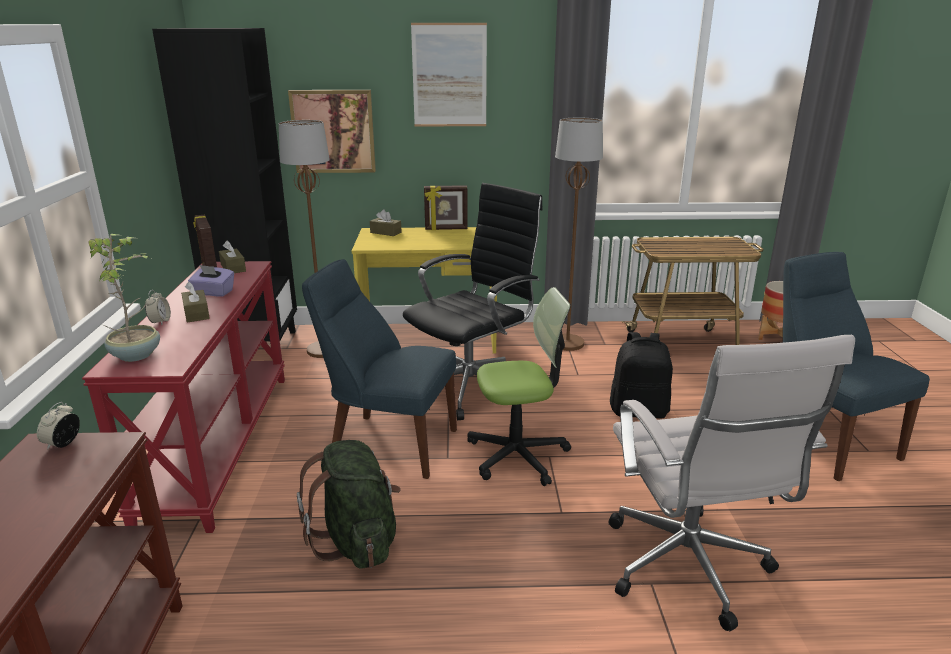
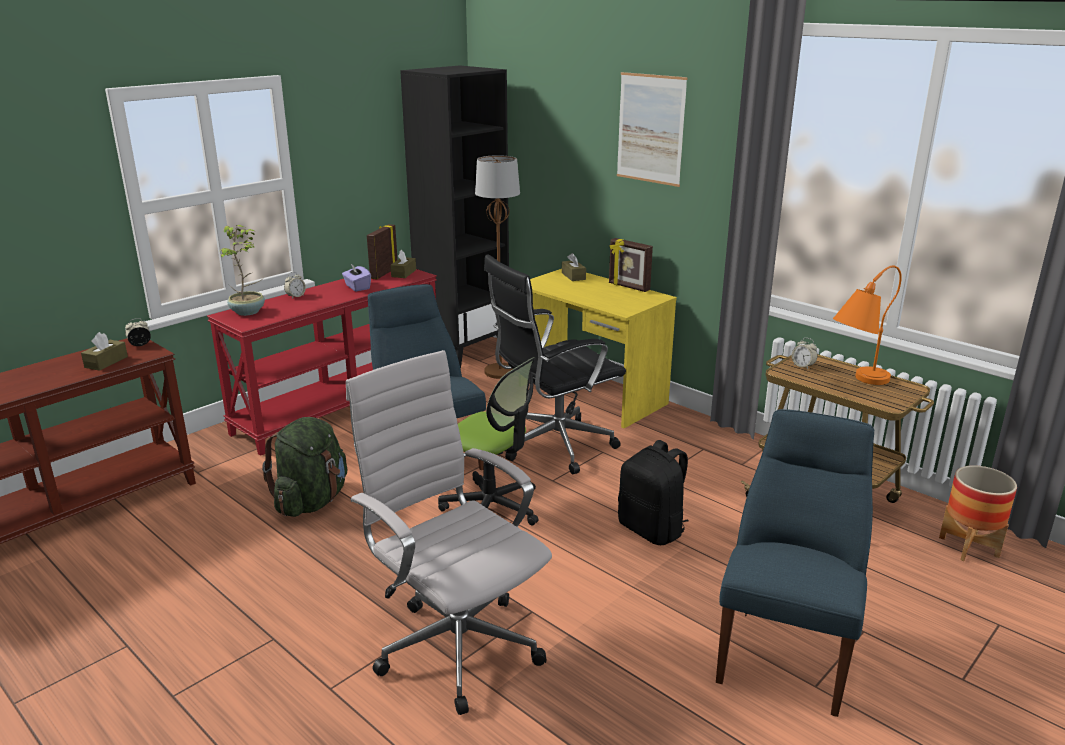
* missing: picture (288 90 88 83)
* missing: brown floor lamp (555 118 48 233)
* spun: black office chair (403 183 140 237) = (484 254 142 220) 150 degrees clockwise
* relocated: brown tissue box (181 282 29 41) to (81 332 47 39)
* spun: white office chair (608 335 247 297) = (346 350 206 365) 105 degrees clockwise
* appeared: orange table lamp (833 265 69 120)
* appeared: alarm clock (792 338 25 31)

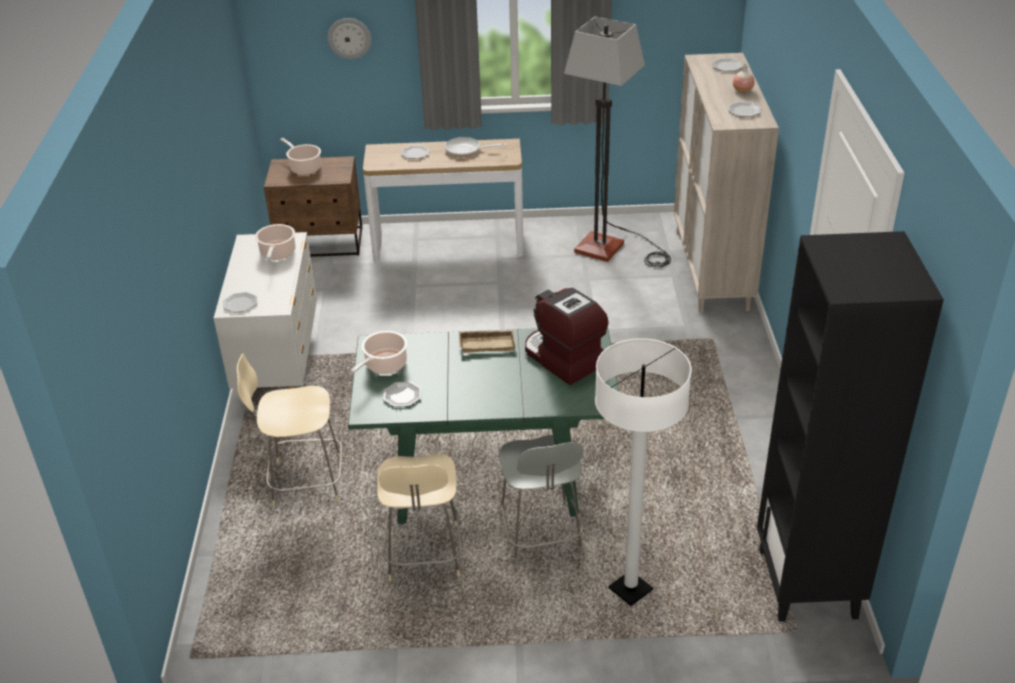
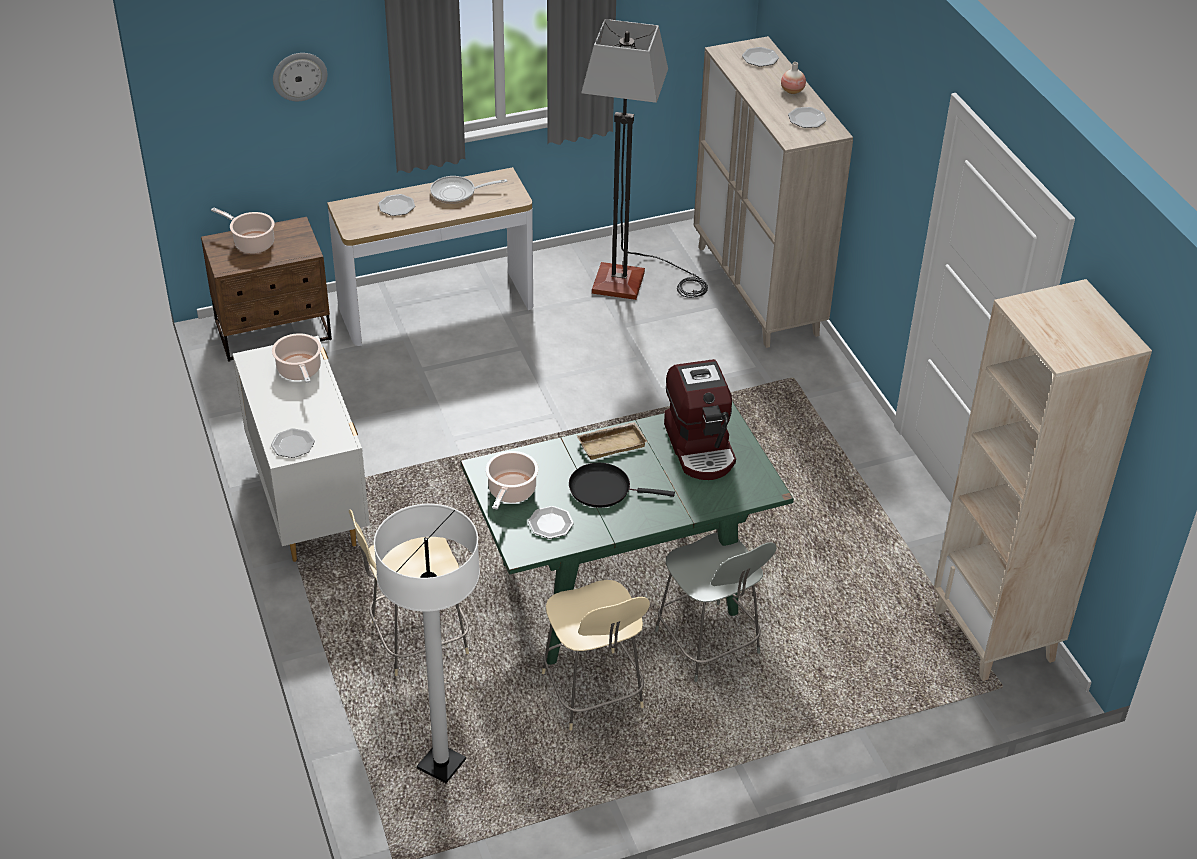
* colour: black bookcase (757 231 187 391) to beige bookcase (934 279 218 402)
* spun: coffee machine (525 288 84 97) = (664 359 72 121) 135 degrees counterclockwise
* relocated: white floor lamp (595 338 97 268) to (374 504 106 279)
* appeared: black frying pan (569 463 106 45)

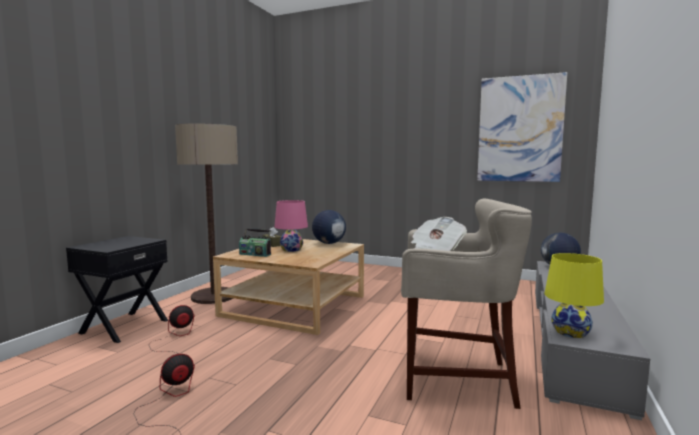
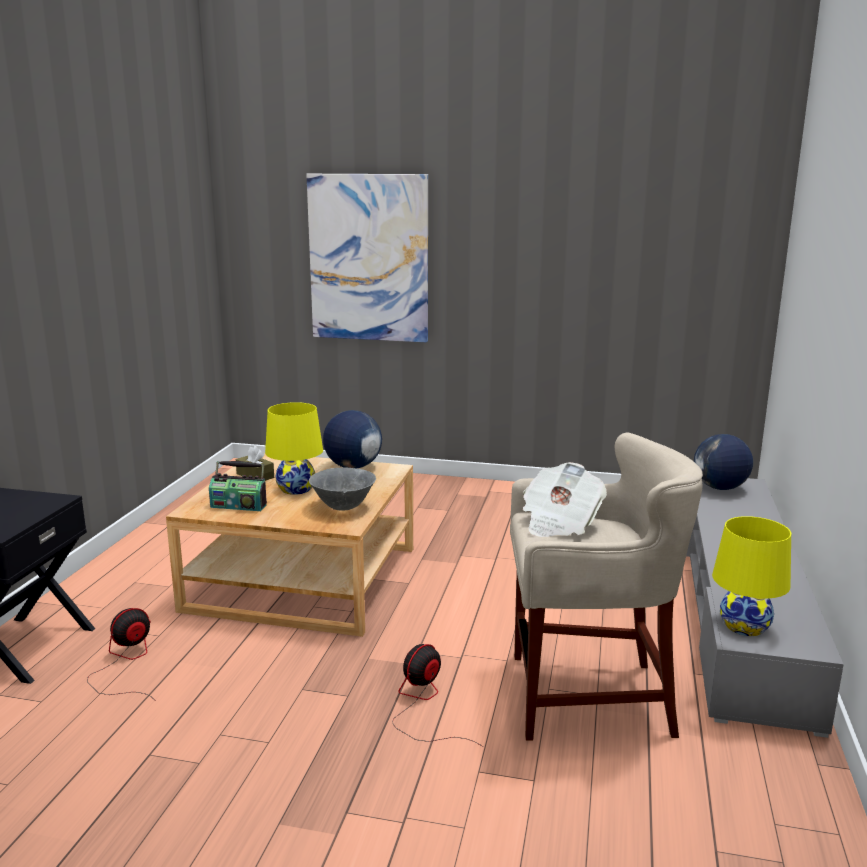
* relocated: picture (477 72 90 110) to (306 174 122 168)
* missing: floor lamp (175 123 63 181)
* colour: pink table lamp (274 200 34 52) to yellow table lamp (265 402 58 93)
* relocated: fan (134 354 61 80) to (392 644 90 102)
* appeared: grey bowl (309 467 67 44)

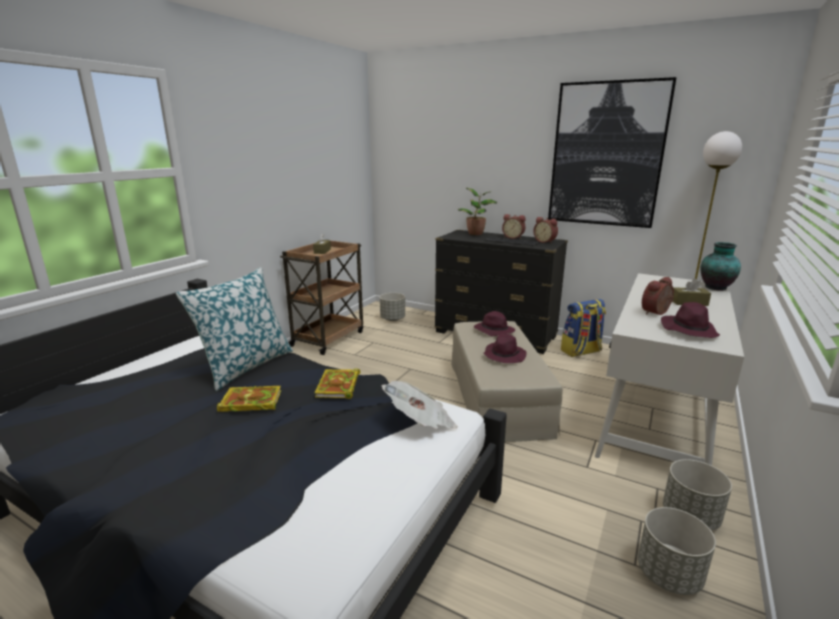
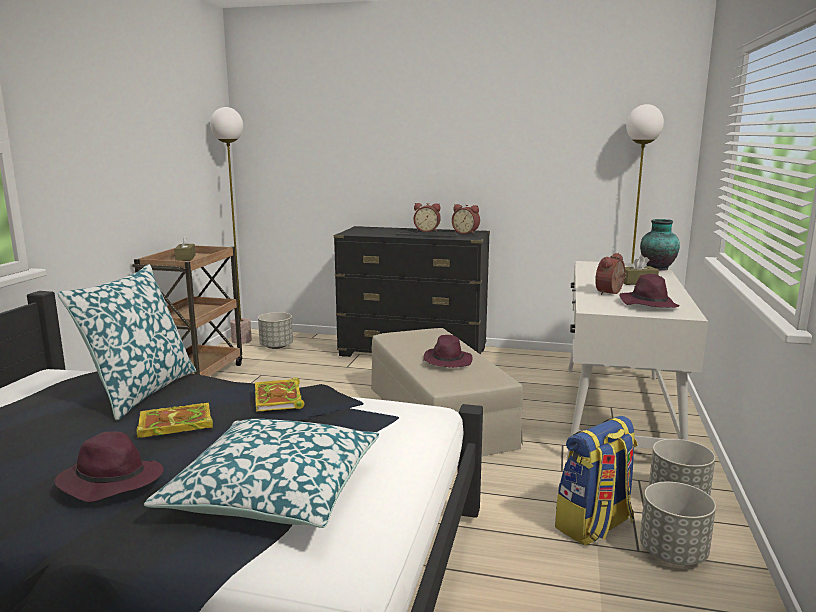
* missing: picture (548 77 128 151)
* missing: potted plant (457 188 40 47)
* relocated: backpack (561 299 45 58) to (555 416 83 130)
* relocated: purple hat (474 311 41 25) to (54 431 110 71)
* missing: newspaper (382 381 76 48)
* appeared: floor lamp (210 107 42 237)
* appeared: pillow (144 419 235 109)

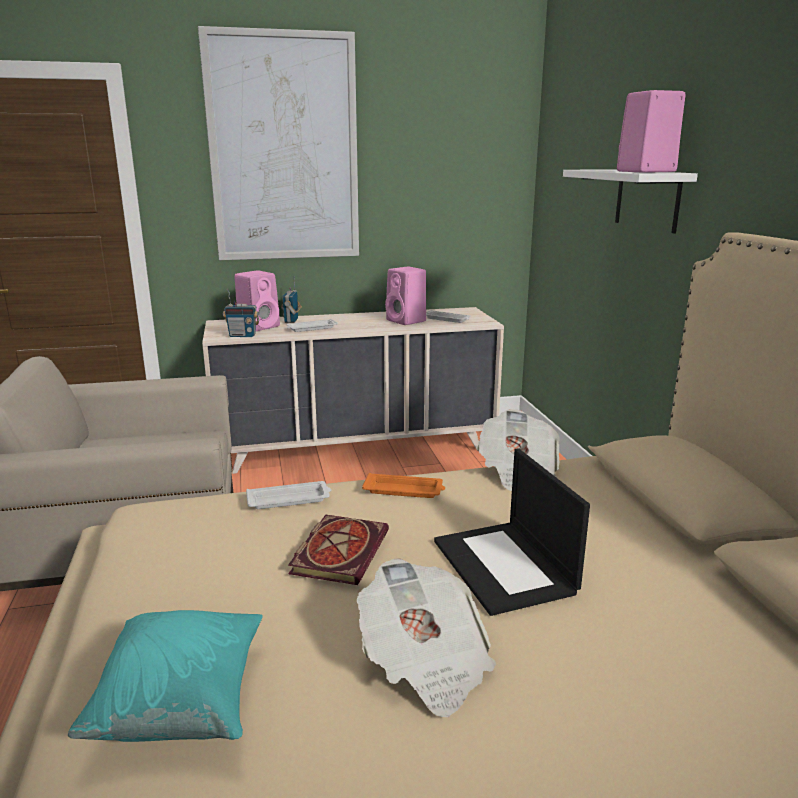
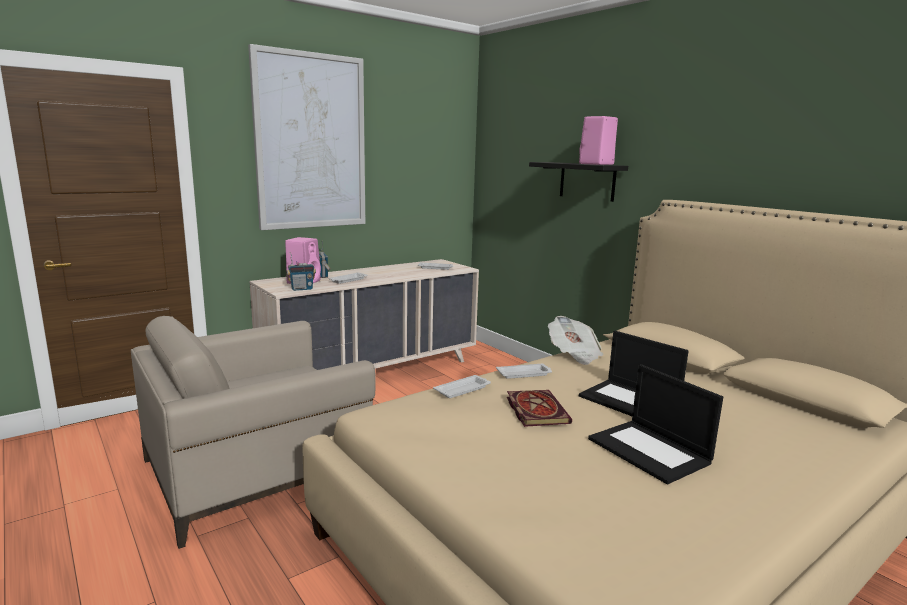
* colour: white shelf (563 169 135 65) to black shelf (529 162 99 40)
* missing: pink speaker (385 266 41 59)
* colour: orange tray (362 473 83 25) to white tray (496 364 56 15)
* exchanged: newspaper (357 558 139 160) to laptop (588 364 135 120)
* missing: turquoise pillow (68 610 195 132)

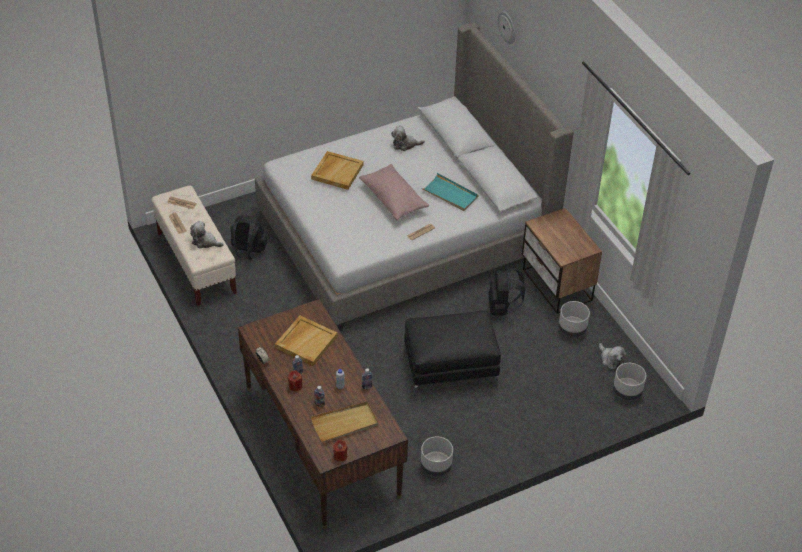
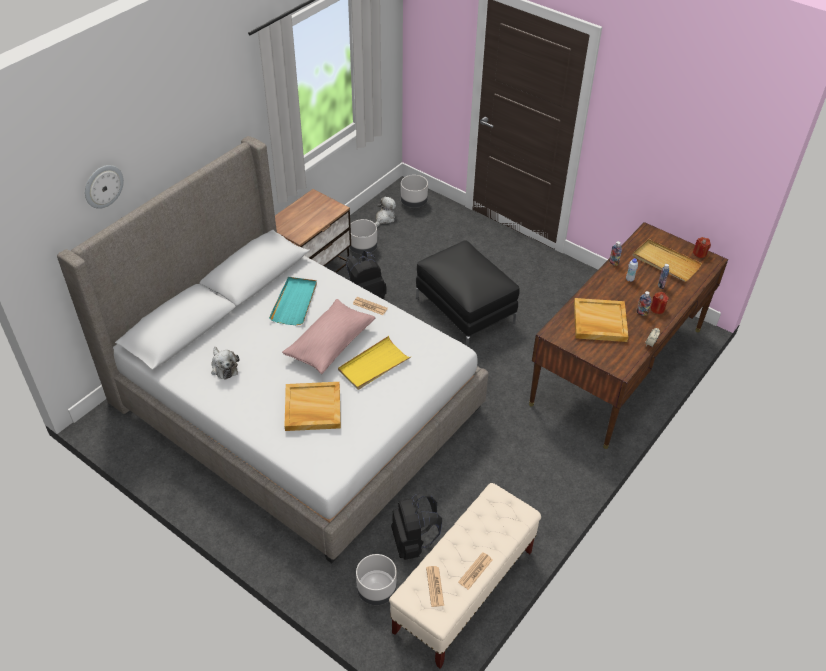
* missing: plush toy (190 221 34 27)
* relocated: grey planter (421 436 32 40) to (356 554 41 51)
* appeared: yellow tray (338 336 73 54)

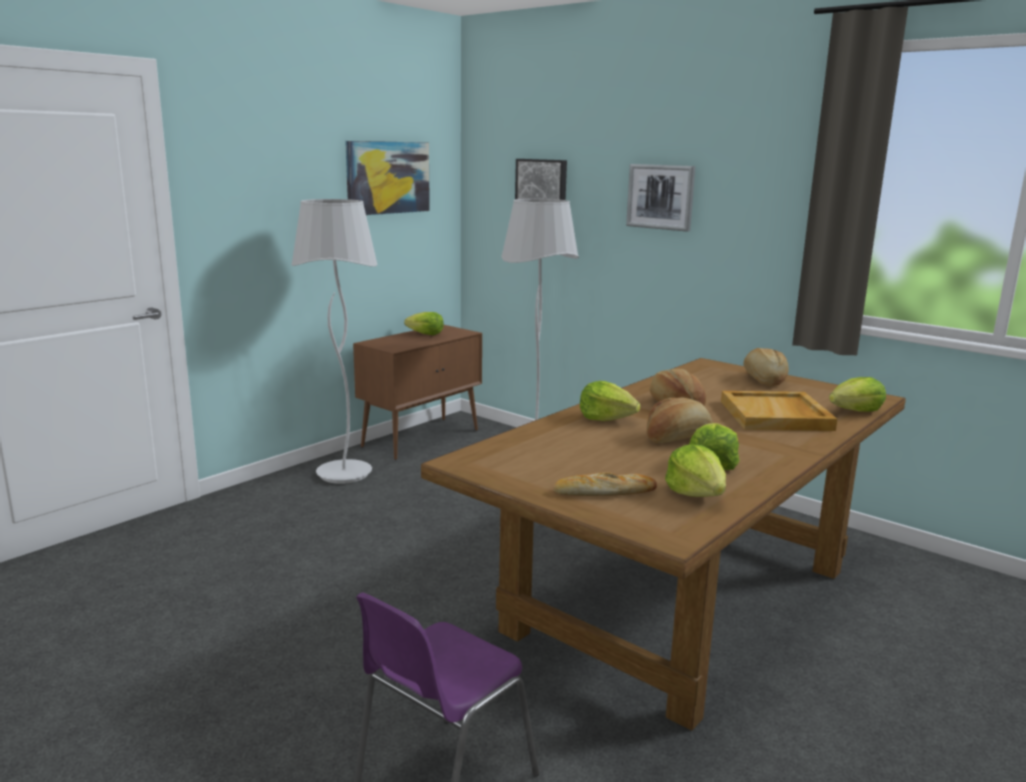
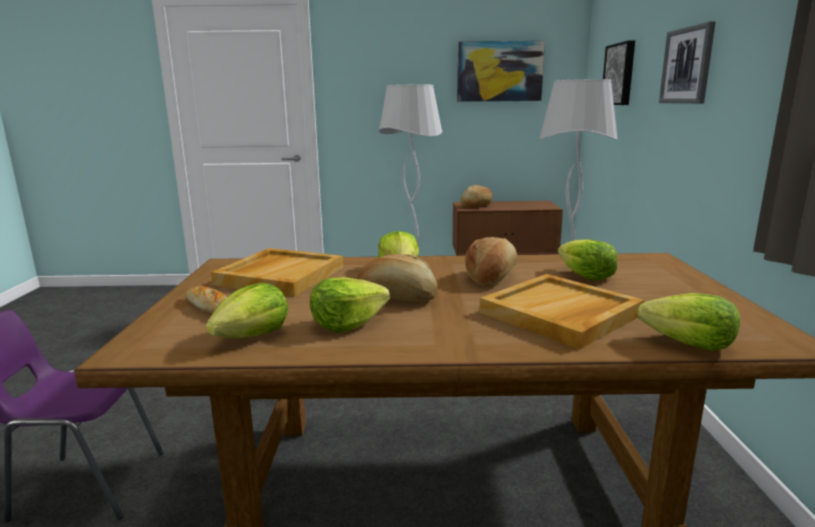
* relocated: lettuce (404 312 40 23) to (558 239 60 41)
* relocated: bread (743 348 46 38) to (460 185 32 23)
* appeared: beige tray (211 248 132 49)

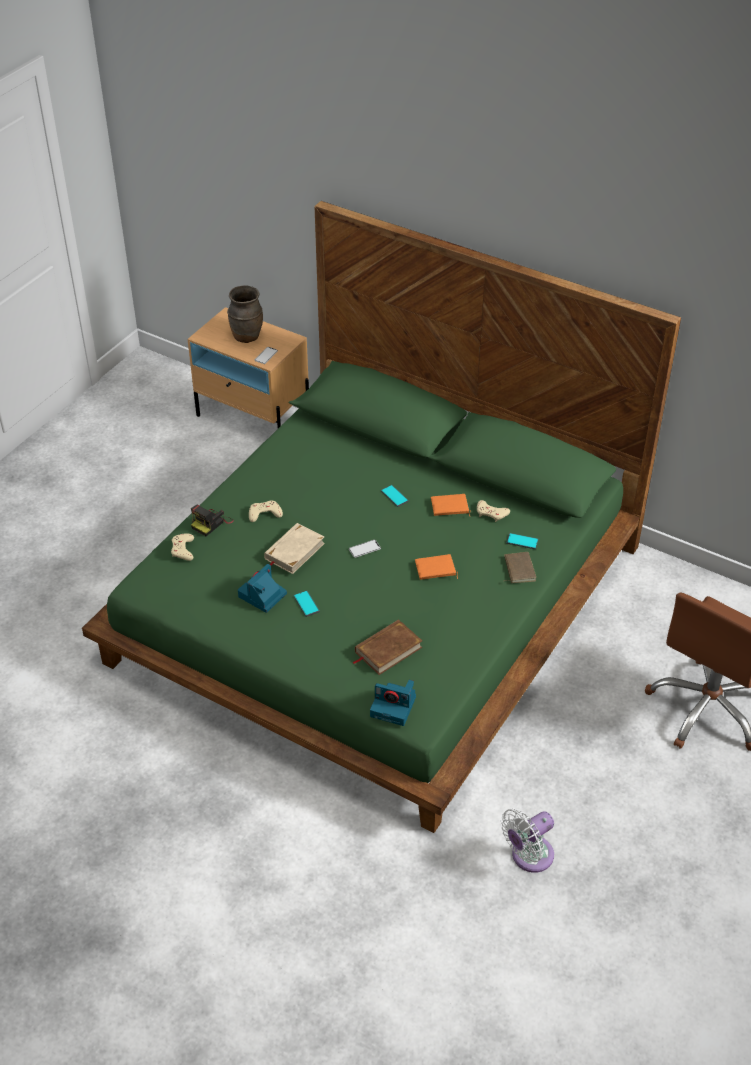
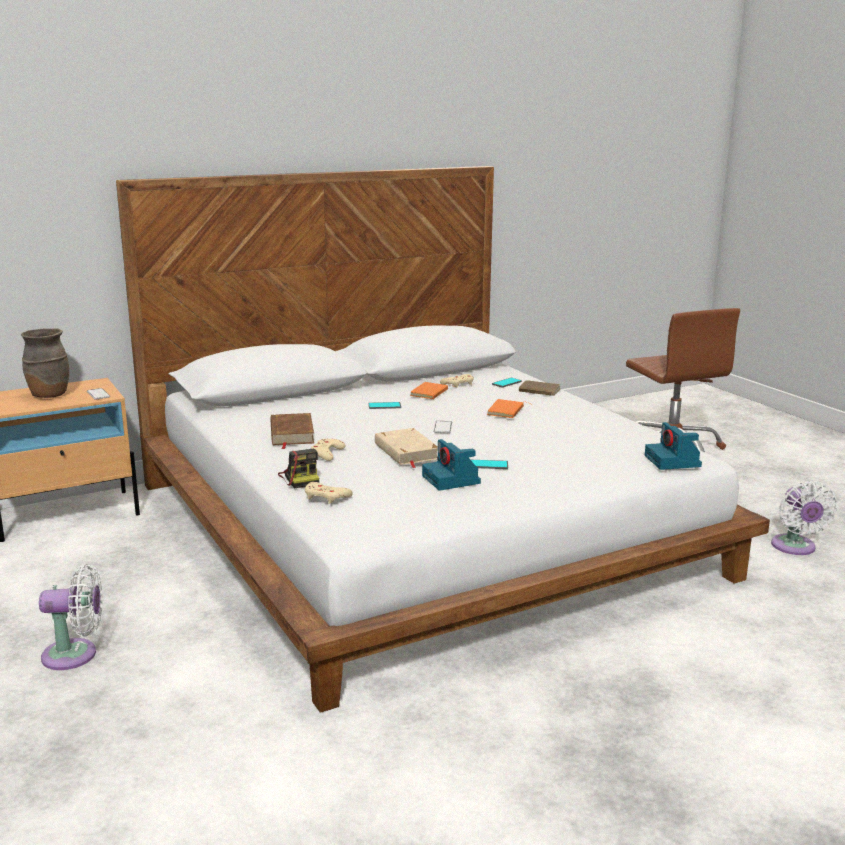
* colour: green bed (82 201 599 632) to white bed (116 166 654 547)
* relocated: brown book (352 619 70 56) to (270 413 44 36)
* spun: photo camera (370 680 46 46) = (645 422 57 48) 120 degrees clockwise
* appeared: white fan (39 564 63 106)

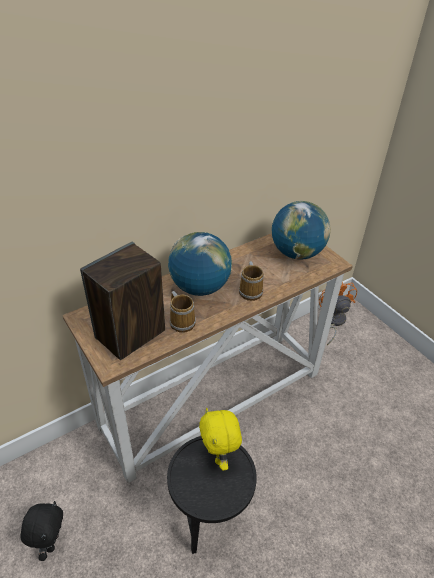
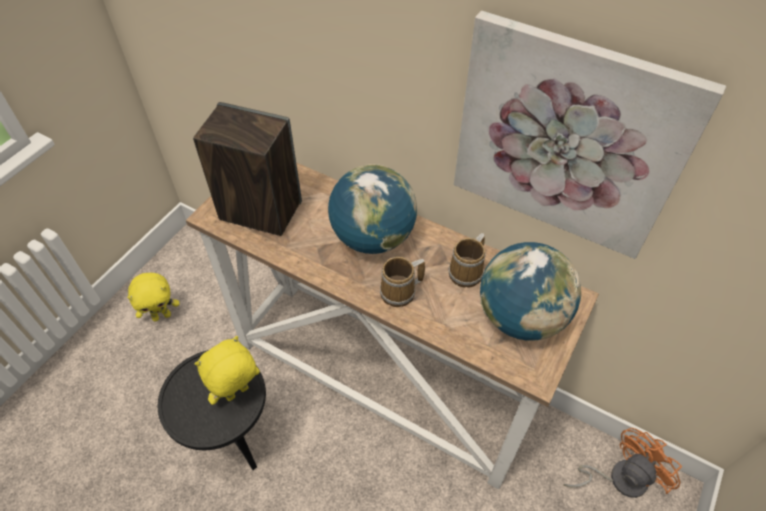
* relocated: mug (169 291 27 42) to (448 233 38 54)
* colour: black plush toy (20 501 43 60) to yellow plush toy (127 273 53 49)
* appeared: picture (454 11 272 248)

